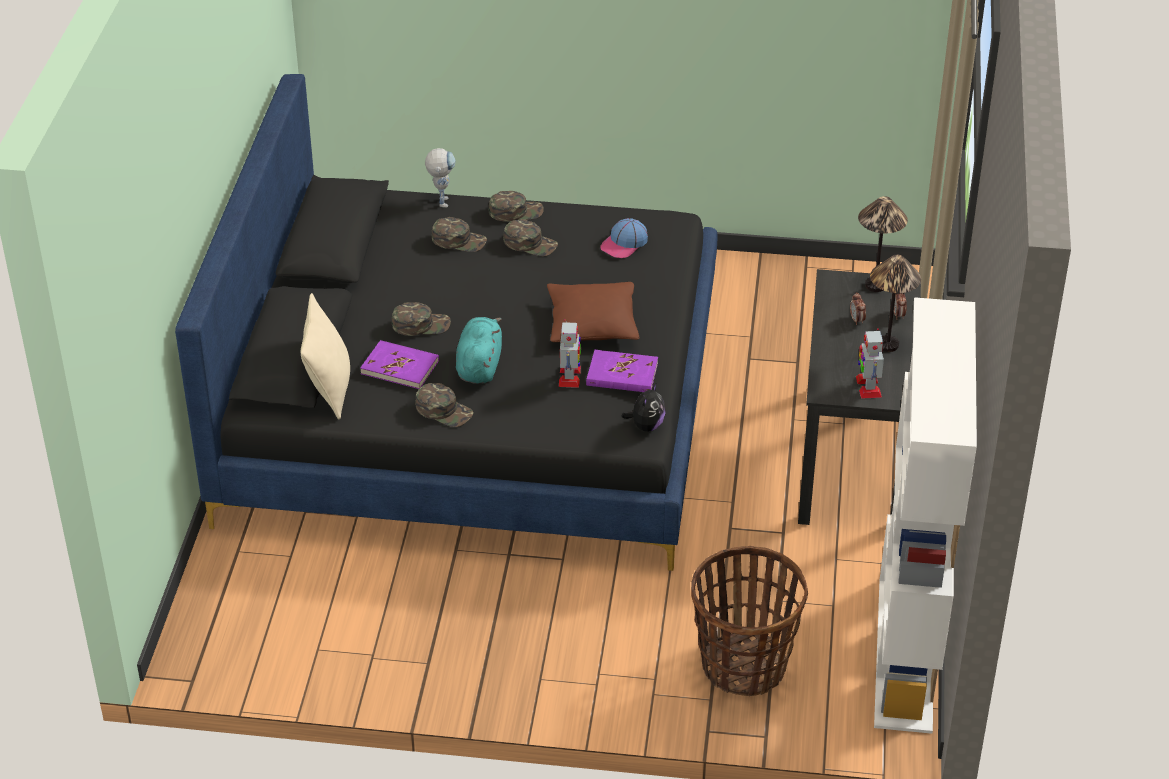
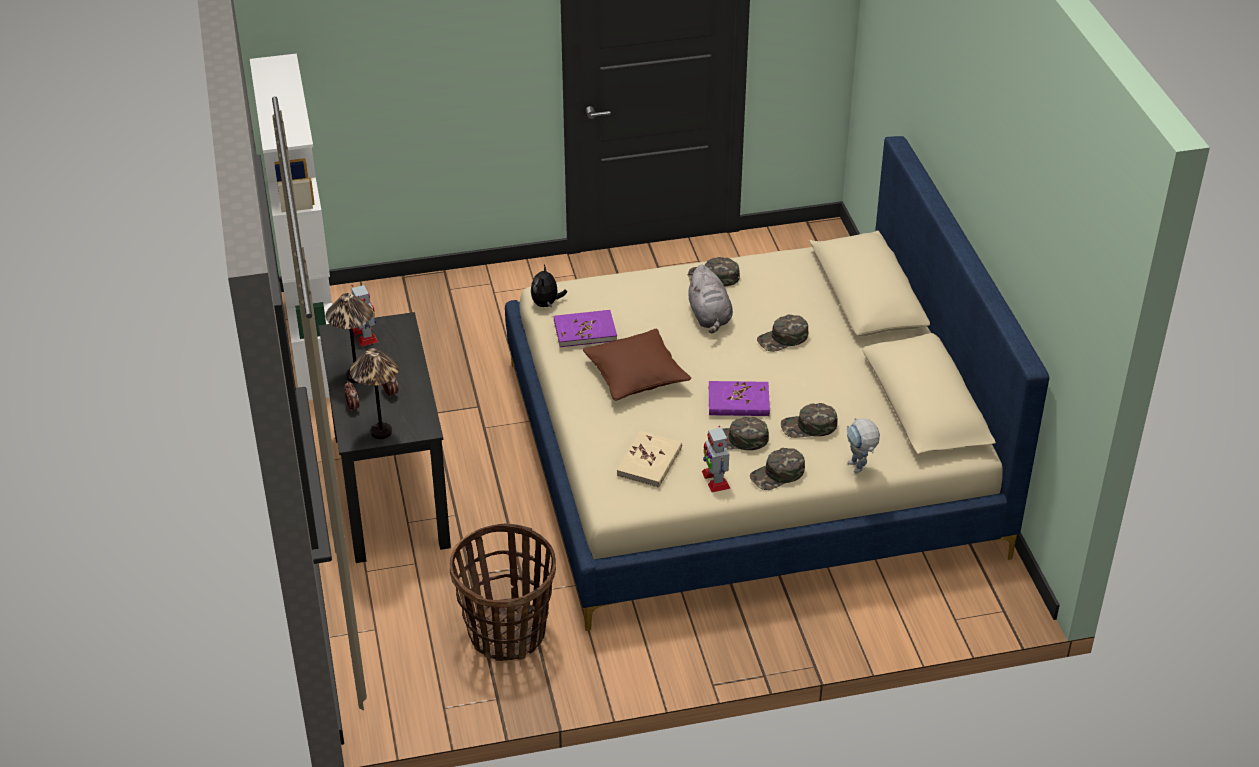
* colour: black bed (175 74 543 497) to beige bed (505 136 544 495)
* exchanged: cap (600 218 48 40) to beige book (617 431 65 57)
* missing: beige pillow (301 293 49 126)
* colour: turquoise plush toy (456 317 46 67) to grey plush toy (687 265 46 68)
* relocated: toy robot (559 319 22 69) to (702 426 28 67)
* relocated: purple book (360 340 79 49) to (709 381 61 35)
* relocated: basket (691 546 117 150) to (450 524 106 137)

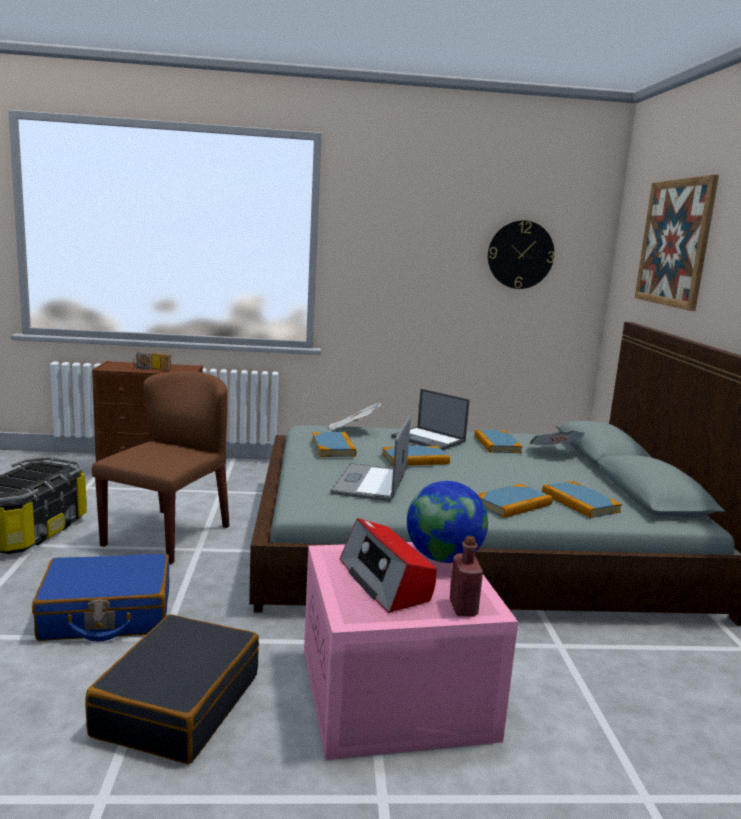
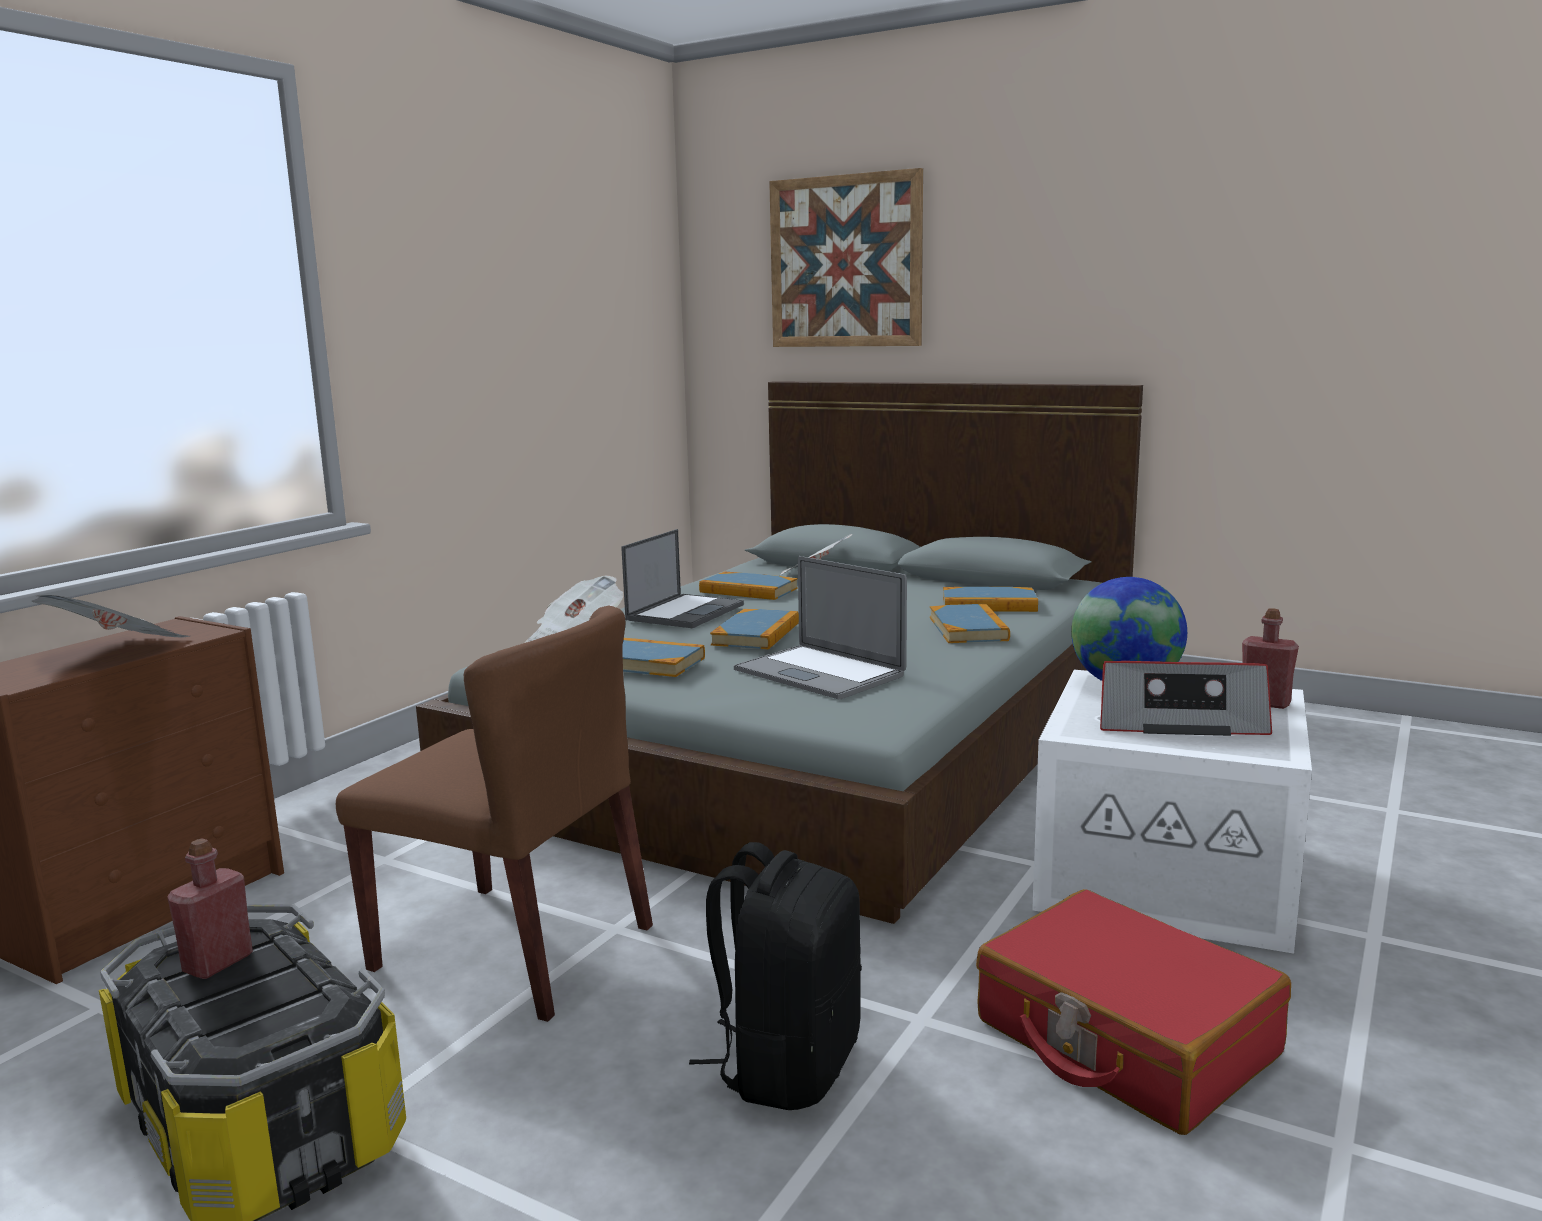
* missing: wall clock (488 220 66 69)
* exchanged: radio (133 351 38 20) to newspaper (31 595 159 43)
* spun: brown chair (92 371 138 193) = (336 606 317 416) 150 degrees clockwise
* spun: laptop (391 389 79 61) = (621 529 123 99) 45 degrees counterclockwise
* colour: pink storage box (304 542 214 218) to white storage box (1032 670 280 284)
* exchanged: blue suitcase (32 553 137 88) to black backpack (689 842 173 268)
* colour: black suitcase (85 614 174 150) to red suitcase (976 889 315 246)
* appeared: red bottle (167 839 86 140)

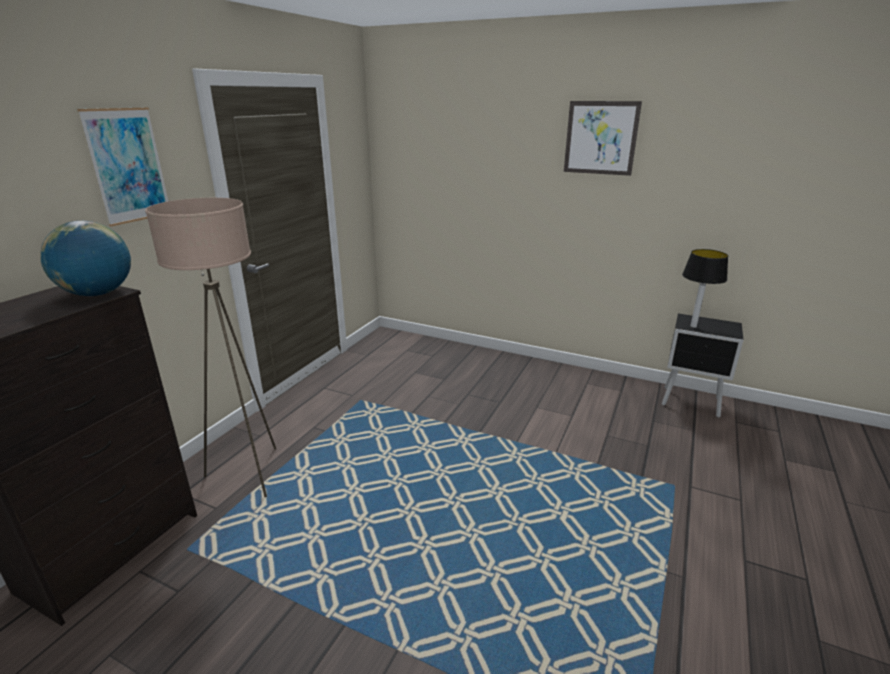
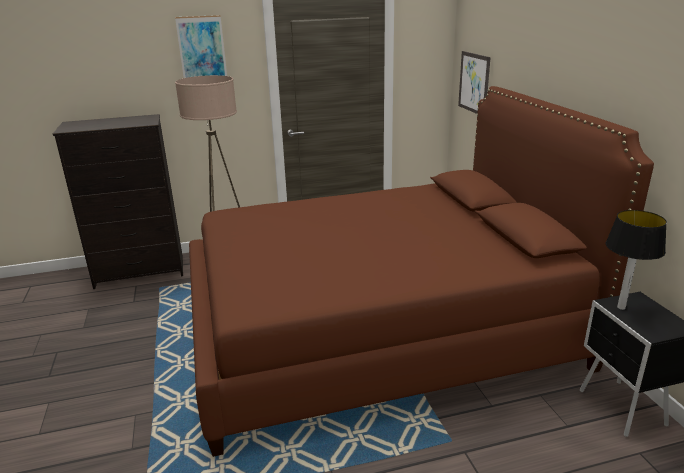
* relocated: picture (564 101 78 75) to (458 51 33 63)
* missing: globe (40 221 91 75)
* appeared: brown bed (189 86 465 371)

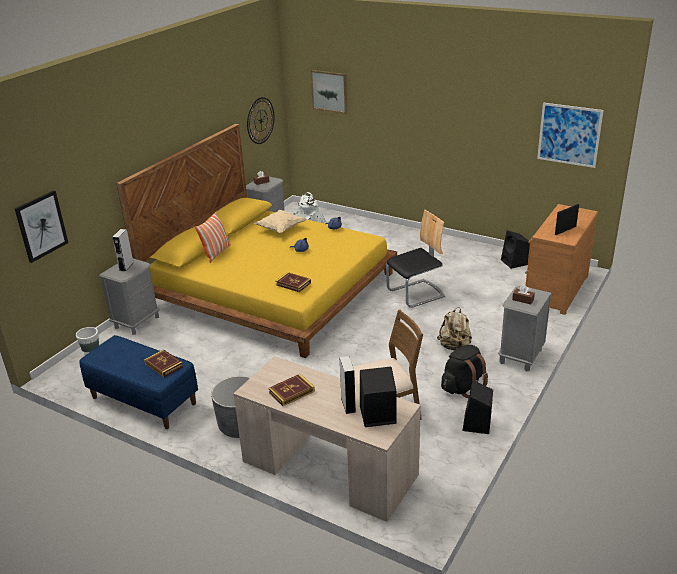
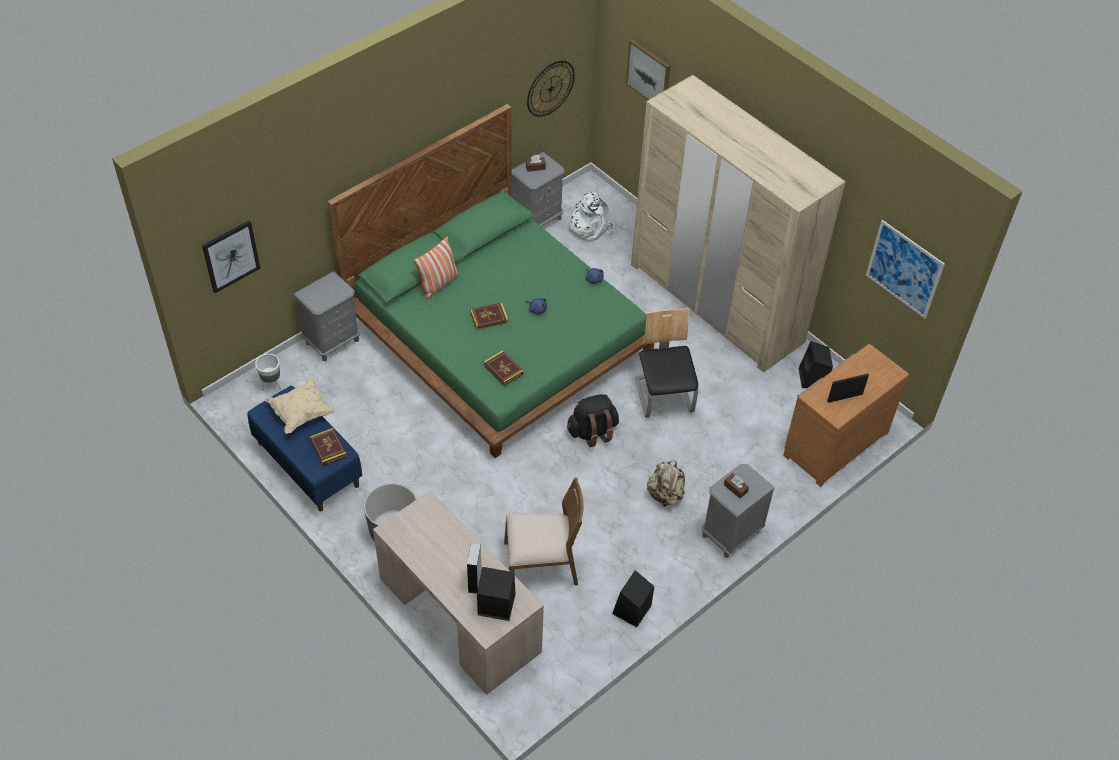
* colour: yellow bed (116 124 281 234) to green bed (327 104 327 354)
* relocated: beige pillow (254 210 53 23) to (265 377 71 57)
* spun: chair (386 210 59 98) = (635 308 63 110) 90 degrees counterclockwise
* missing: grey speaker (112 229 22 42)
* relocated: black backpack (441 345 47 53) to (567 394 52 53)
* relocated: book (268 374 47 32) to (470 303 39 27)
* appeared: beige wardrobe (631 75 215 298)

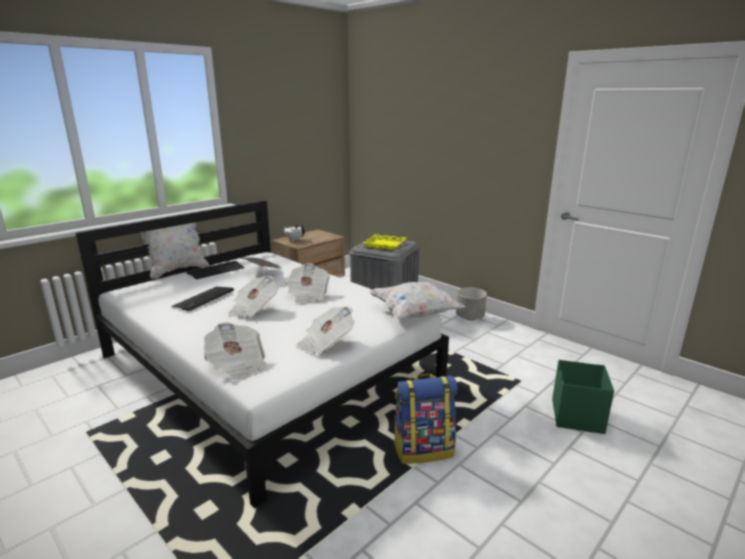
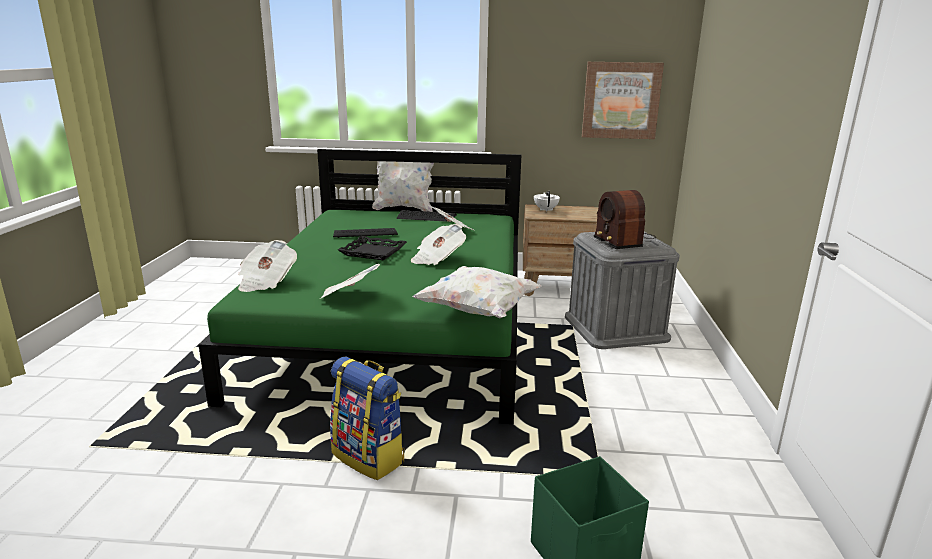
* colour: white bed (75 201 374 307) to green bed (198 149 323 275)
* exchanged: yellow tray (363 234 44 16) to radio (594 190 62 59)
* exchanged: newspaper (228 276 50 41) to black tray (338 236 69 25)
* missing: grey planter (456 287 31 33)
* appeared: picture (582 62 82 77)

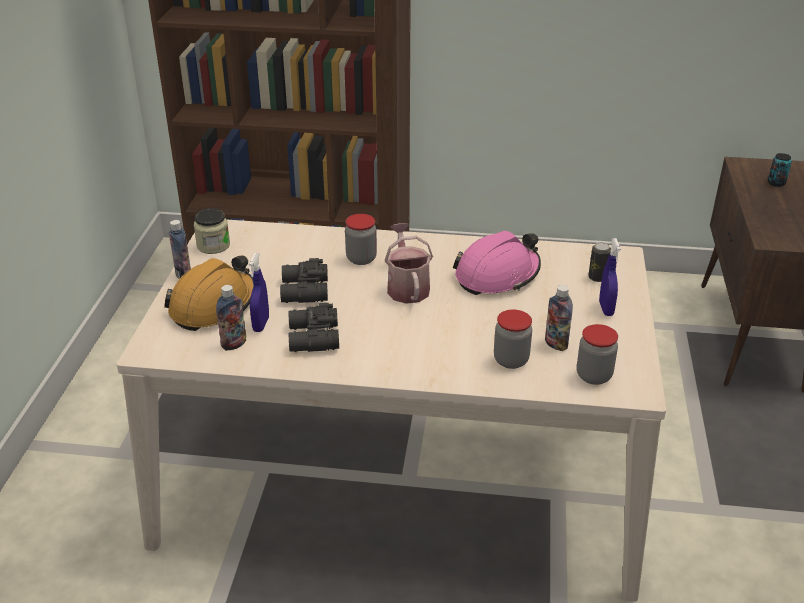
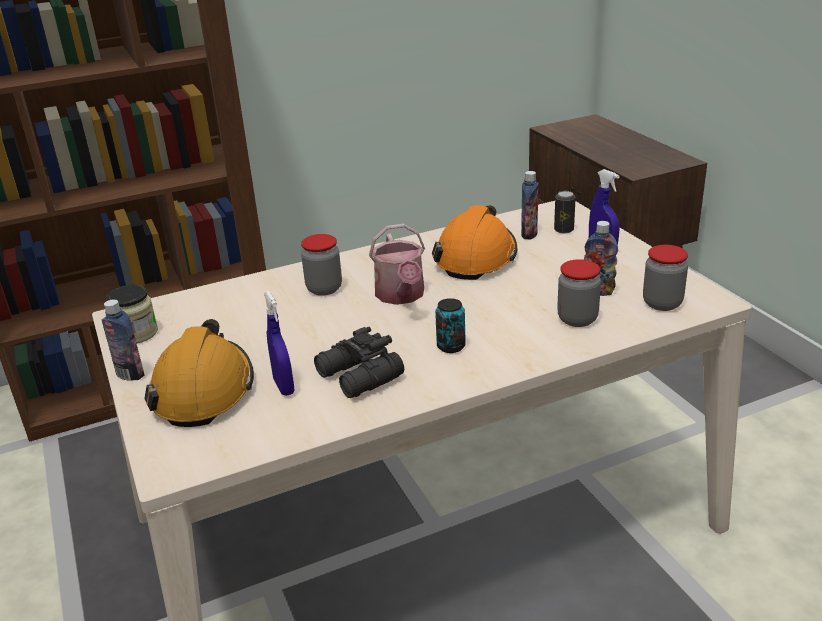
* relocated: can (768 153 24 34) to (435 298 31 55)
* spun: watering can (385 223 48 81) = (369 224 56 81) 150 degrees counterclockwise
* colour: pink hard hat (453 231 88 64) to orange hard hat (432 205 85 75)
* missing: black binoculars (280 258 48 45)
* relocated: bottle (216 285 30 66) to (521 171 18 69)

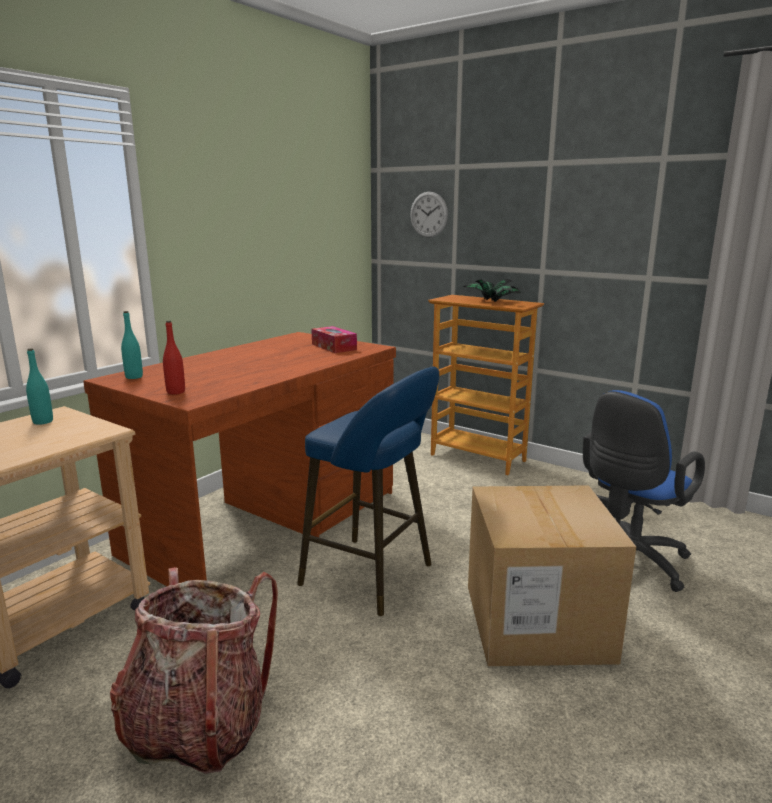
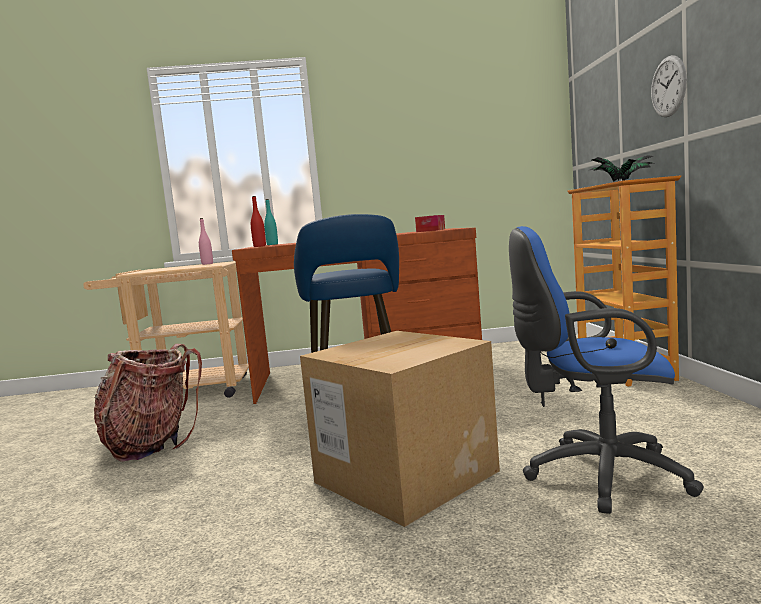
* relocated: wall clock (410 192 38 46) to (651 55 36 62)
* colour: turquoise bottle (26 348 27 77) to pink bottle (199 218 14 47)

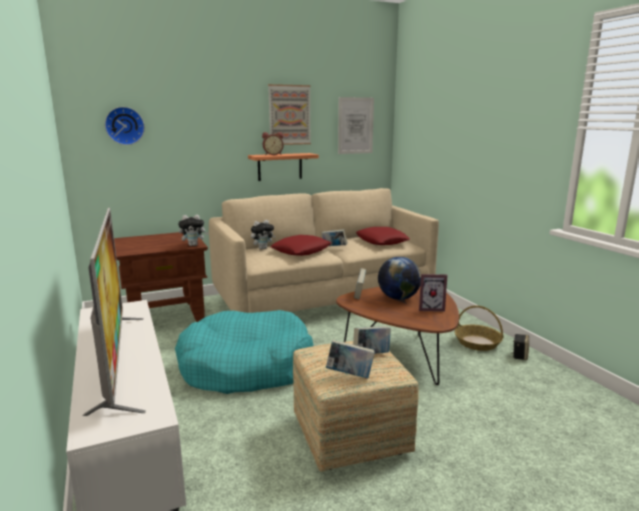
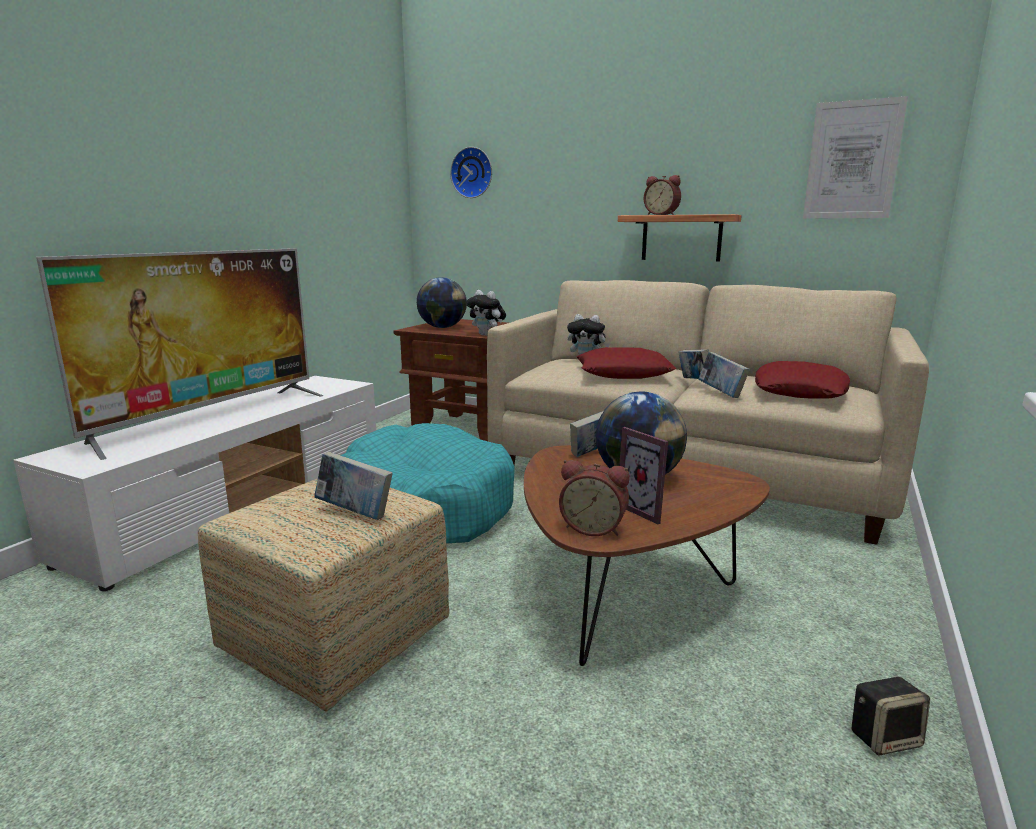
* missing: picture (268 84 43 61)
* missing: basket (455 305 48 46)
* relocated: book (326 340 49 38) to (699 352 51 46)
* appeared: globe (417 277 50 51)
* appeared: alarm clock (559 460 71 76)

